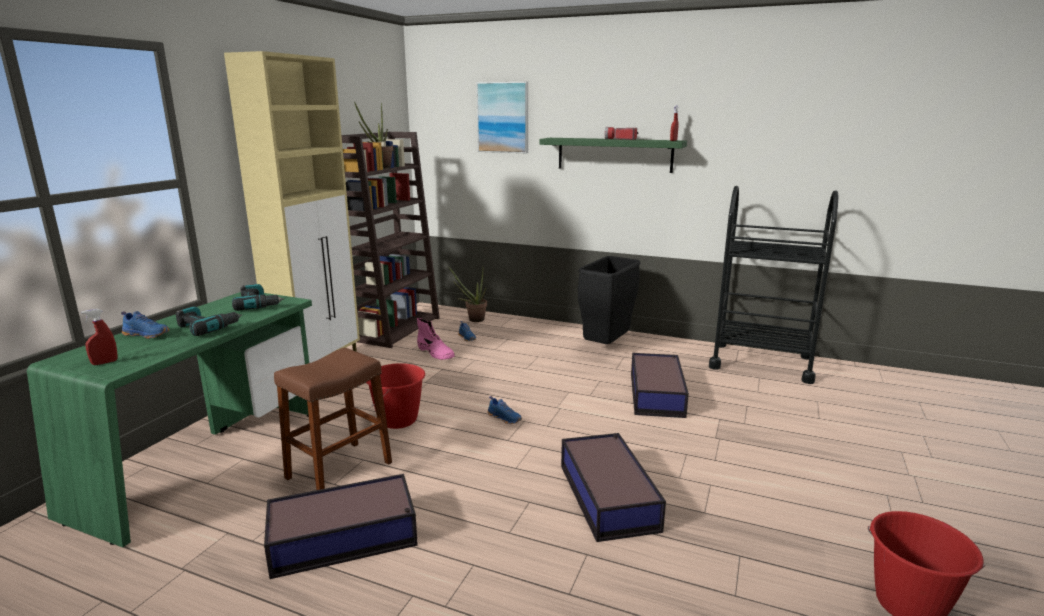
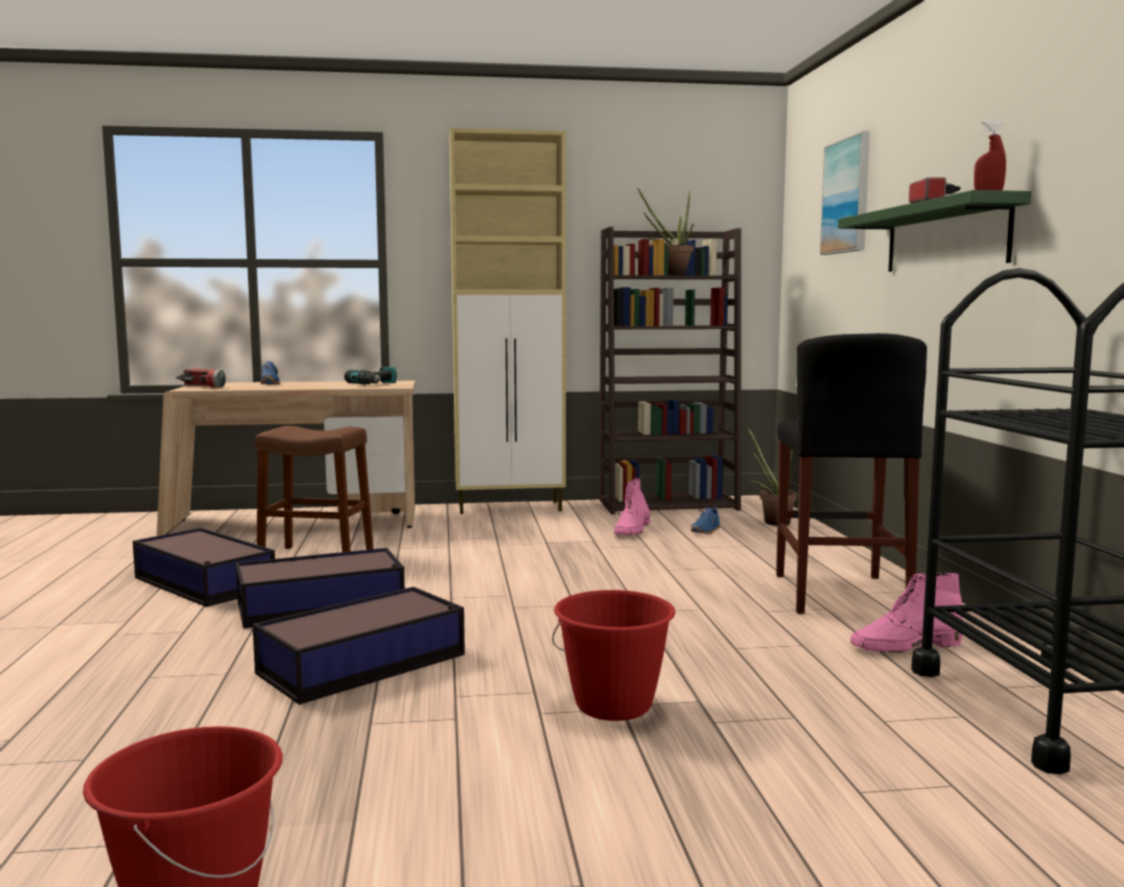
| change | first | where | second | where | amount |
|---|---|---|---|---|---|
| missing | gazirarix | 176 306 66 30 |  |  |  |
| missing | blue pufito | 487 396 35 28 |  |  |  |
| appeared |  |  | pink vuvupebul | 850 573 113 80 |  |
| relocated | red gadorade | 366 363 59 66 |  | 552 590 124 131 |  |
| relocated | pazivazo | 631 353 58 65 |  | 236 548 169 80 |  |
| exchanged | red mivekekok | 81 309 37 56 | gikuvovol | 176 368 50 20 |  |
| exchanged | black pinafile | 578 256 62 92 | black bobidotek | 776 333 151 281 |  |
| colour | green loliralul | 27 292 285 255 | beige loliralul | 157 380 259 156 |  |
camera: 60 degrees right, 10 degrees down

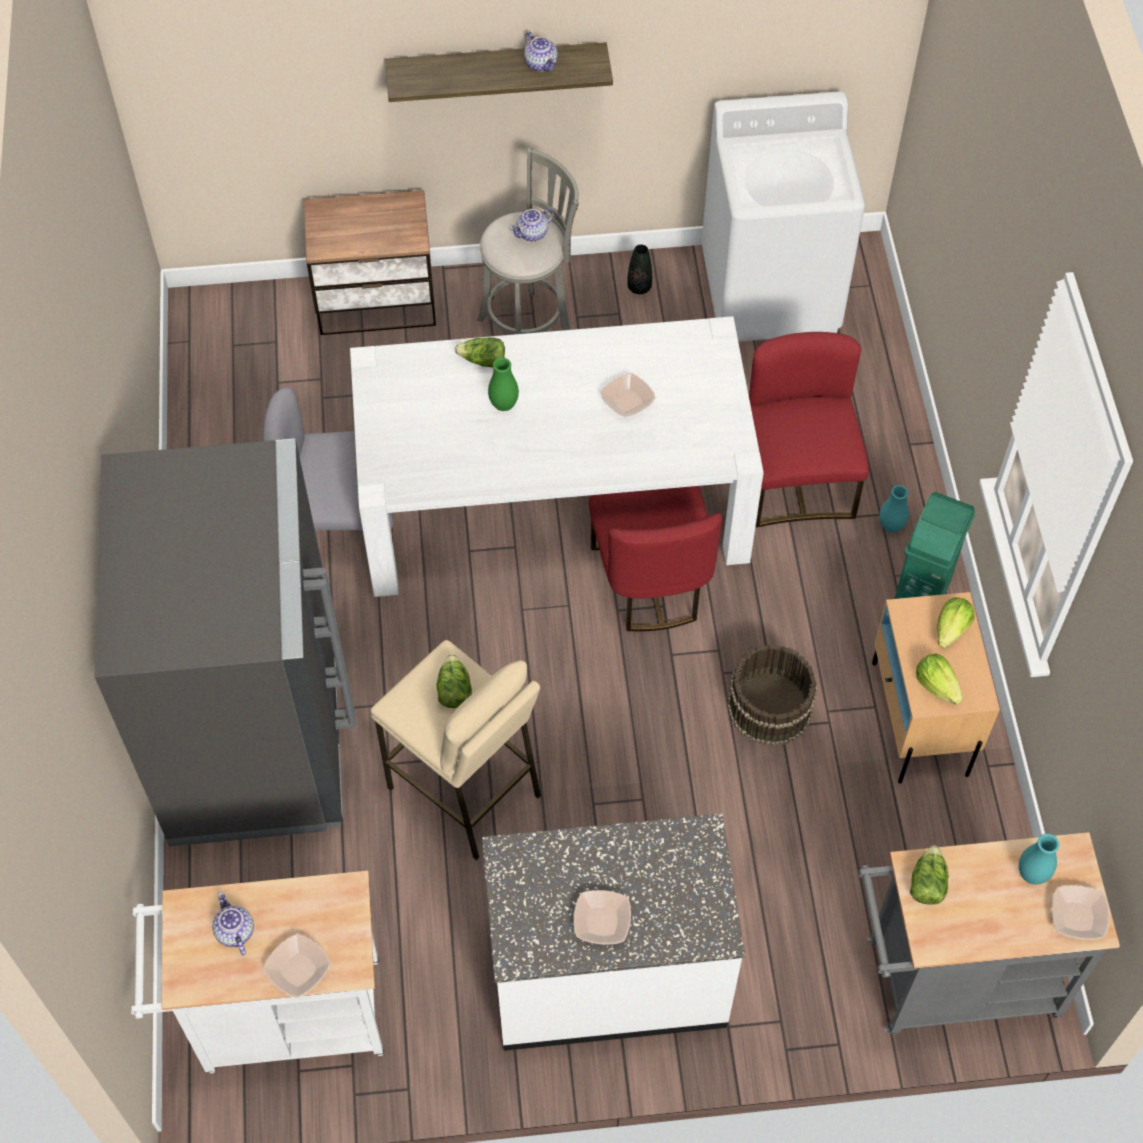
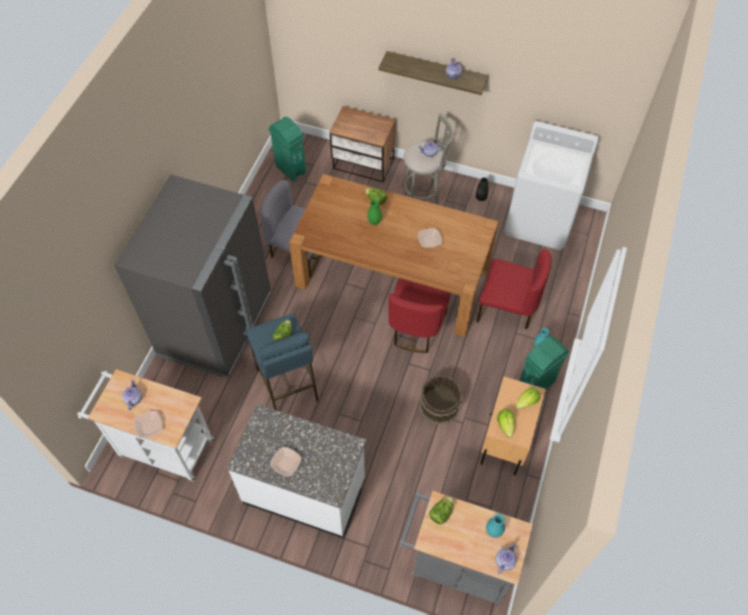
| change | first | where | second | where | amount |
|---|---|---|---|---|---|
| appeared |  |  | green pinafile | 269 117 37 64 |  |
| exchanged | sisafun | 1052 885 58 55 | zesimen | 496 542 21 33 |  |
| colour | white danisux | 350 316 414 281 | brown danisux | 289 174 210 163 |  |
| colour | beige bobidotek | 371 640 170 221 | blue bobidotek | 246 313 73 97 |  |
| spun | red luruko | 749 332 120 196 |  | 476 249 75 80 | 90 degrees clockwise |
camera: 25 degrees right, 0 degrees up

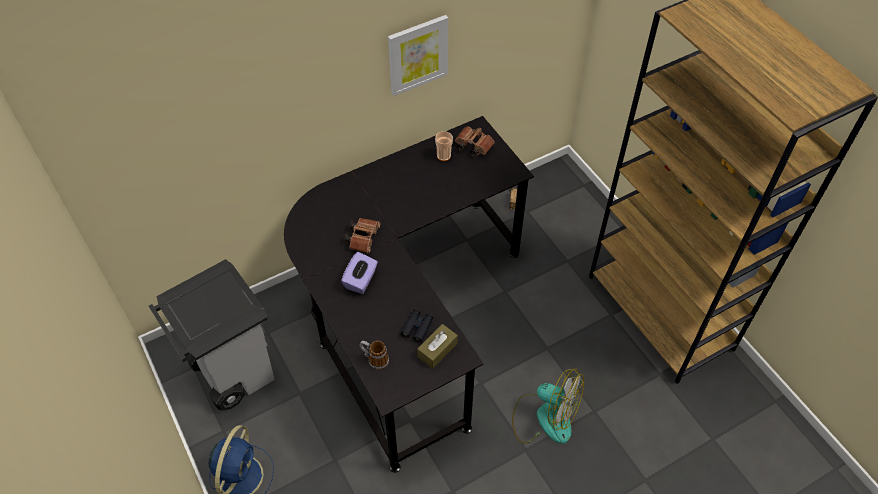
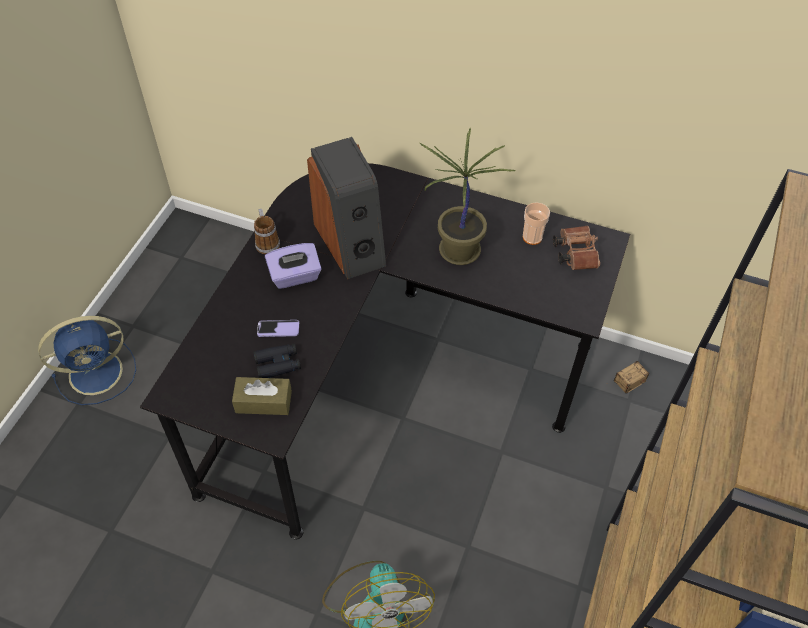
| change | first | where | second | where | amount |
|---|---|---|---|---|---|
| missing | grey pinafile | 149 259 126 151 |  |  |  |
| missing | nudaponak | 388 15 60 81 |  |  |  |
| appeared |  |  | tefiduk | 257 320 42 17 |  |
| appeared |  |  | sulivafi | 420 128 96 137 |  |
| relocated | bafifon | 360 341 29 29 |  | 254 209 26 45 |  |
| exchanged | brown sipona | 344 218 36 35 | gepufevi | 307 137 79 142 |  |
camera: 50 degrees right, 0 degrees up

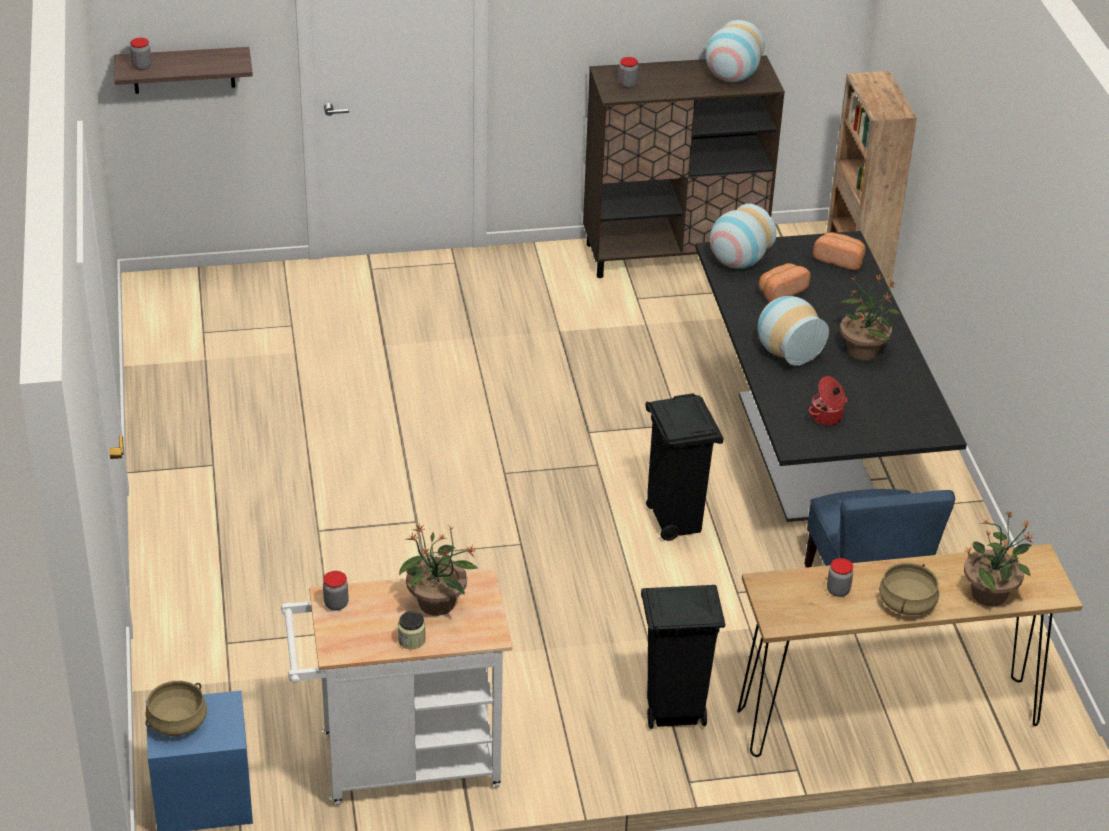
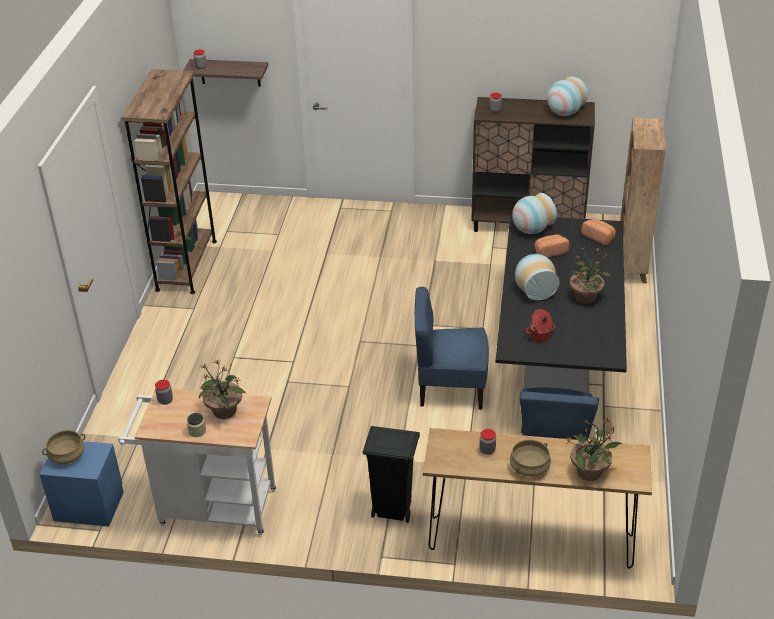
| change | first | where | second | where | amount |
|---|---|---|---|---|---|
| appeared |  |  | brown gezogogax | 122 69 95 225 |  |
| exchanged | black pinafile | 646 393 78 148 | blue luruko | 415 287 74 123 |  |
camera: 20 degrees right, 0 degrees up

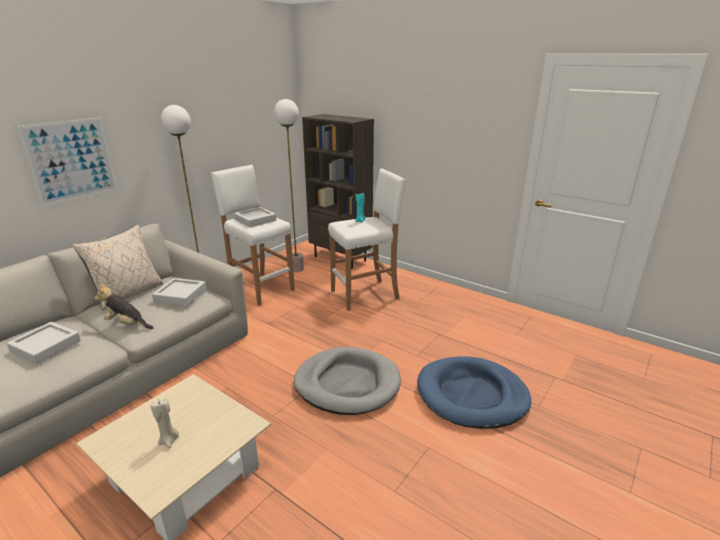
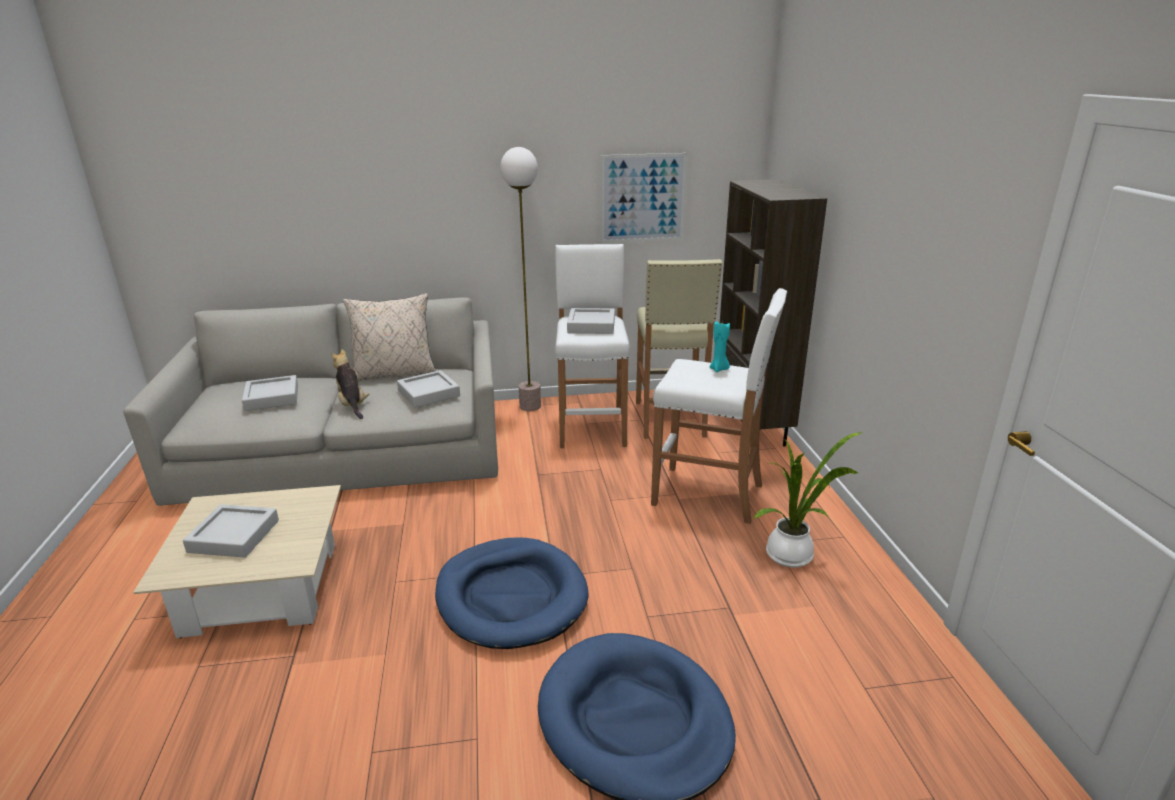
| change | first | where | second | where | amount |
|---|---|---|---|---|---|
| appeared |  |  | sulivafi | 753 432 110 136 |  |
| relocated | nudaponak | 16 118 102 88 |  | 601 153 86 90 |  |
| exchanged | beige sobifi | 150 398 29 50 | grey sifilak | 183 504 96 54 |  |
| exchanged | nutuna | 274 99 30 173 | beige bobidotek | 636 259 86 180 |  |
| colour | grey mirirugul | 294 347 107 68 | blue mirirugul | 435 537 154 112 |  |
camera: 45 degrees right, 0 degrees up

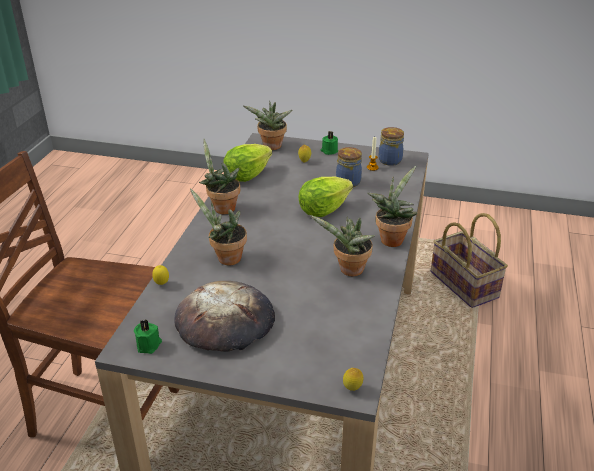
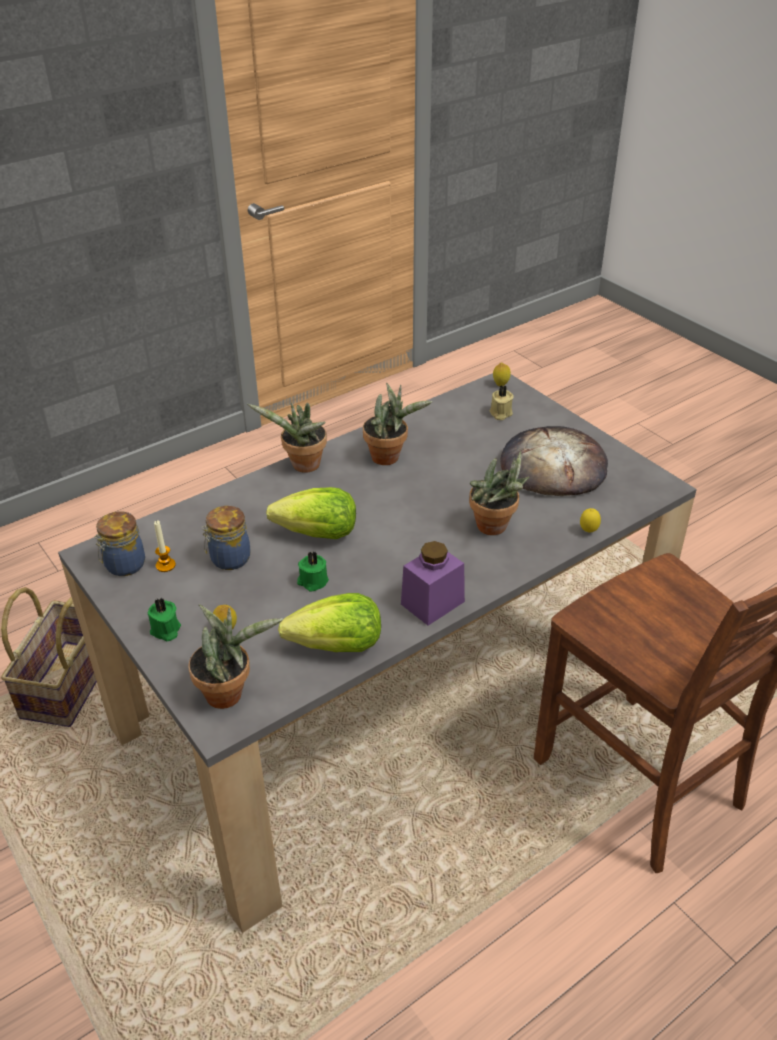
| change | first | where | second | where | amount |
|---|---|---|---|---|---|
| appeared |  |  | beige sobifi | 489 385 25 35 |  |
| relocated | green sobifi | 134 319 28 35 |  | 297 551 32 41 |  |
| exchanged | sulivafi | 199 139 41 75 | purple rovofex | 401 541 64 85 |  |
camera: 140 degrees left, 5 degrees up

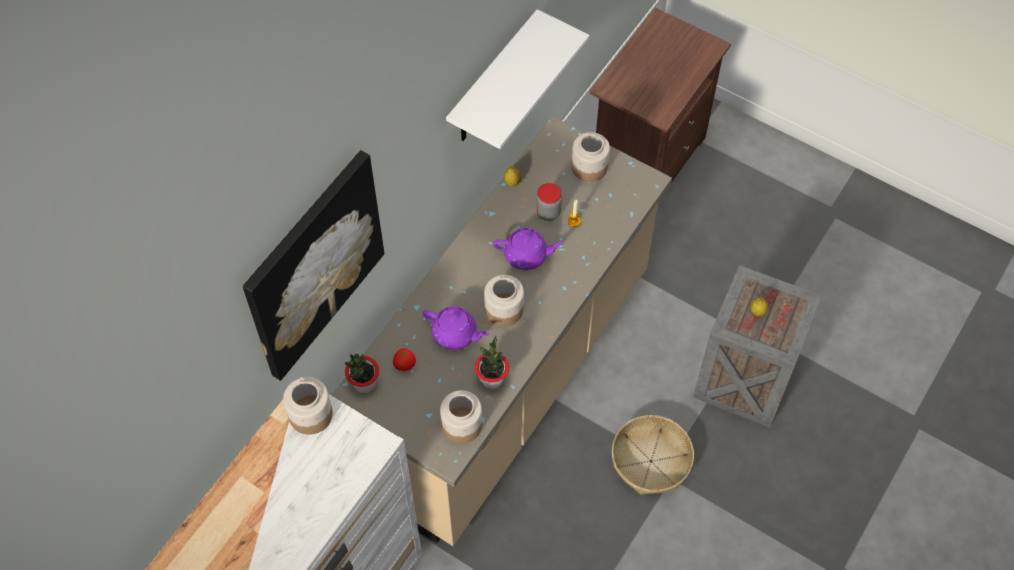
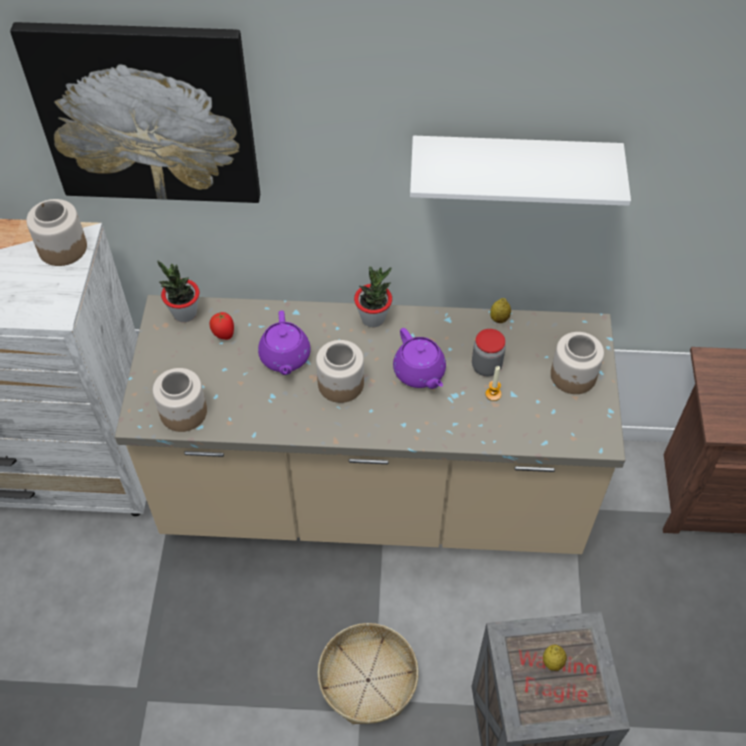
| change | first | where | second | where | amount |
|---|---|---|---|---|---|
| relocated | sulivafi | 475 336 34 53 |  | 354 266 38 61 |  |
camera: 60 degrees right, 5 degrees down

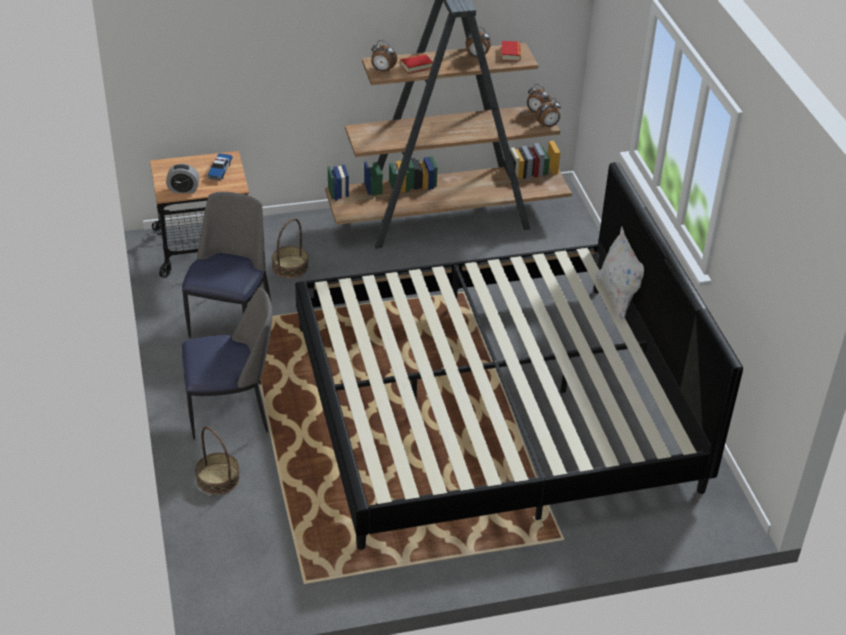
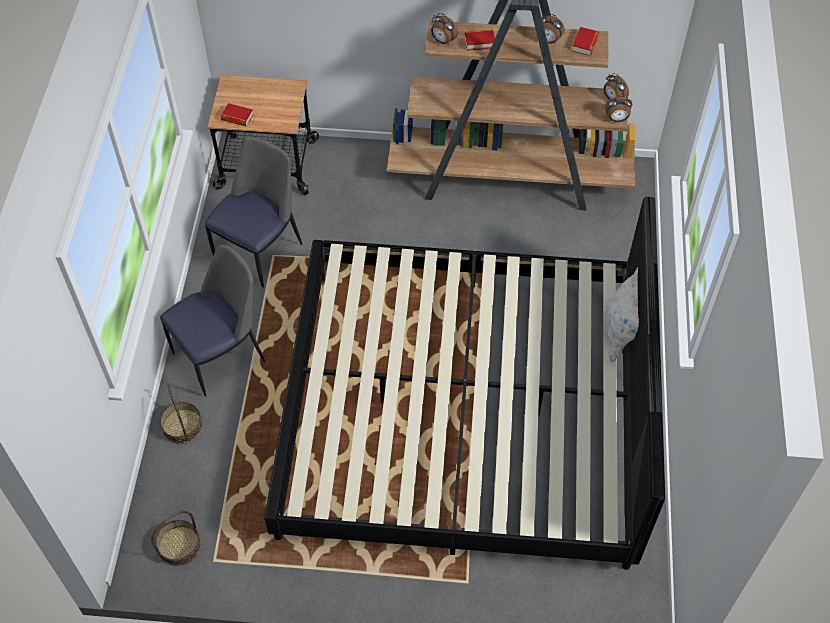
| change | first | where | second | where | amount |
|---|---|---|---|---|---|
| missing | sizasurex | 207 153 26 27 |  |  |  |
| relocated | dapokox | 272 218 37 60 |  | 151 510 50 56 |  |
| exchanged | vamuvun | 166 164 33 30 | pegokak | 221 103 32 23 |  |
| spun | luruko | 182 287 90 153 |  | 160 244 105 153 | 45 degrees counterclockwise |
camera: 20 degrees right, 15 degrees up

